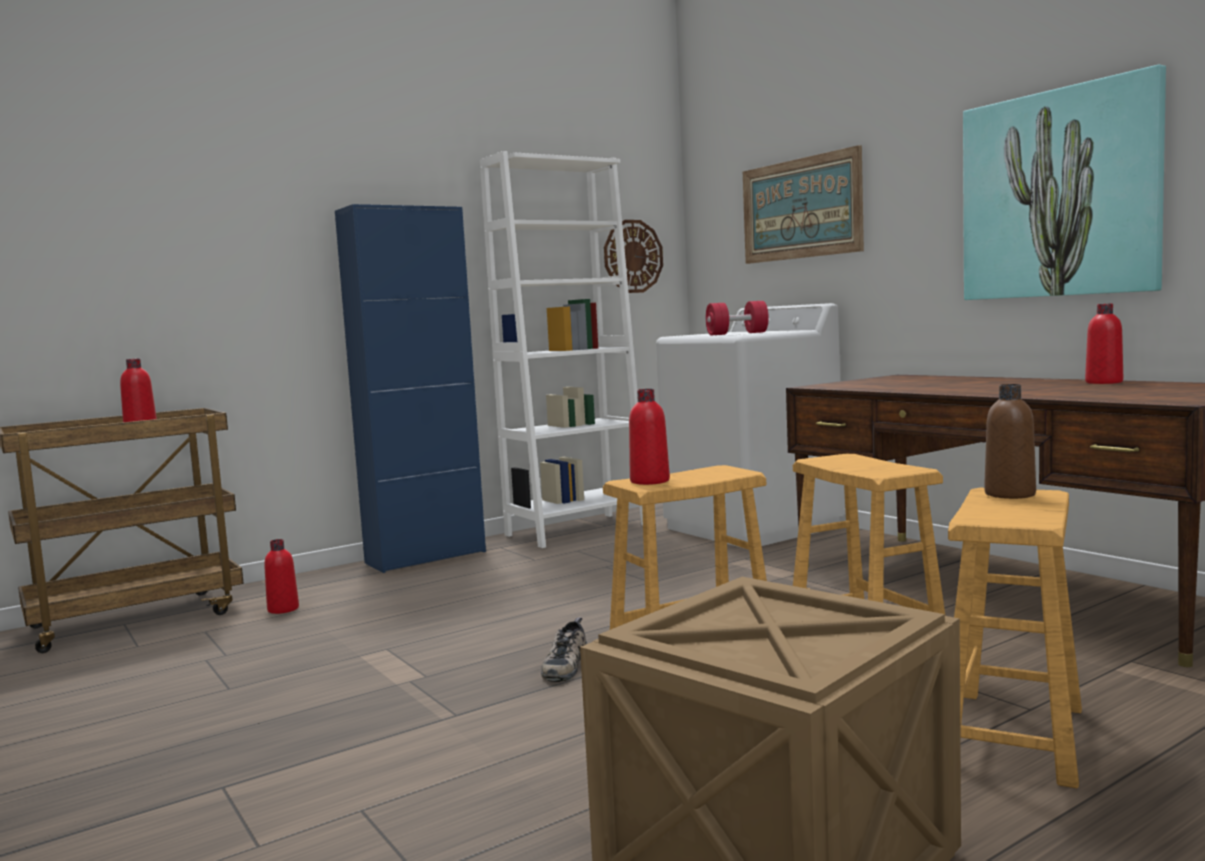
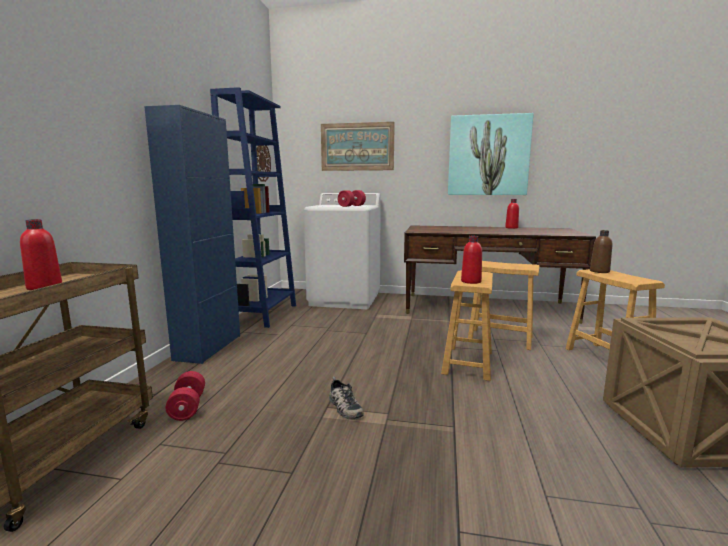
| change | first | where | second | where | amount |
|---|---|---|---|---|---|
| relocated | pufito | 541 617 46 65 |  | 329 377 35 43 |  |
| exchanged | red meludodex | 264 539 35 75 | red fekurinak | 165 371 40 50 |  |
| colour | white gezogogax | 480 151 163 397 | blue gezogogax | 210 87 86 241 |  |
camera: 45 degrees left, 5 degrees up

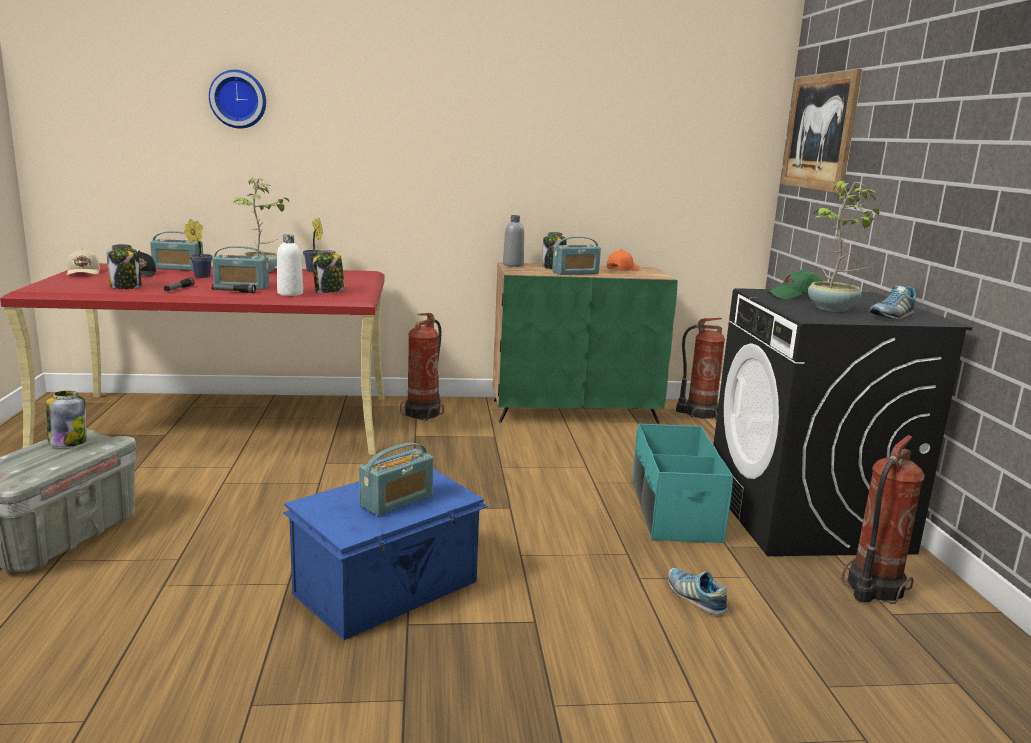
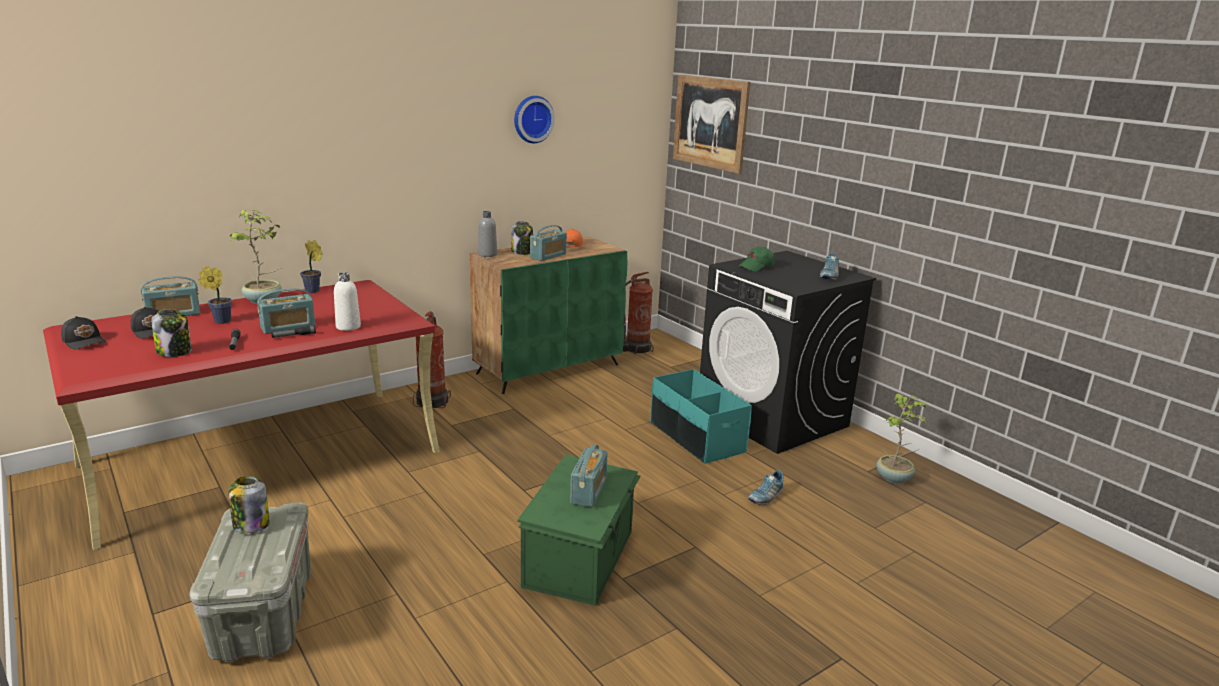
| change | first | where | second | where | amount |
|---|---|---|---|---|---|
| missing | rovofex | 312 250 33 43 |  |  |  |
| missing | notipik | 842 436 83 168 |  |  |  |
| relocated | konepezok | 209 70 57 59 |  | 514 96 41 47 |  |
| relocated | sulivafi | 808 181 71 131 |  | 876 393 52 91 |  |
| colour | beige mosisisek | 67 249 33 26 | black mosisisek | 61 316 45 33 |  |
| colour | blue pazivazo | 283 469 205 171 | green pazivazo | 517 455 123 151 |  |
| spun | pufito | 668 568 60 46 |  | 748 470 36 35 | 75 degrees counterclockwise |
camera: 30 degrees left, 5 degrees up

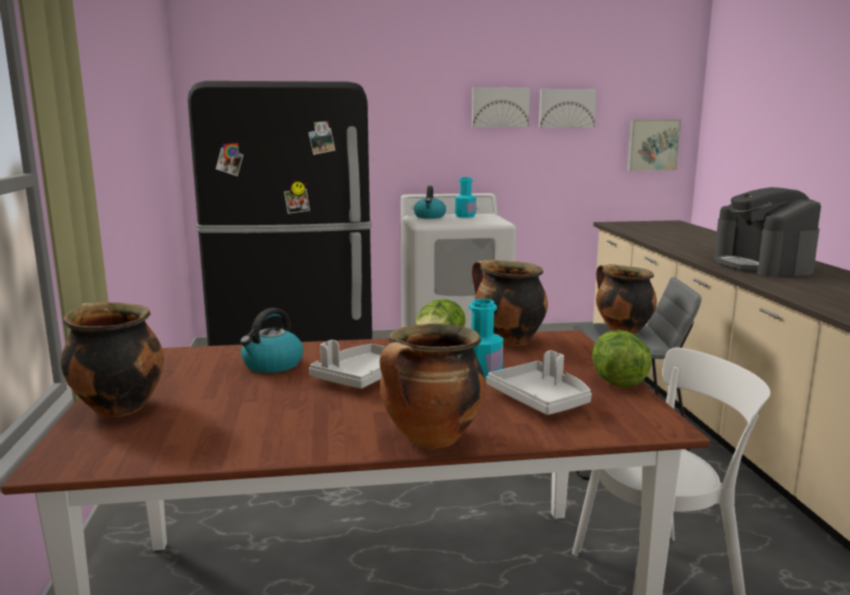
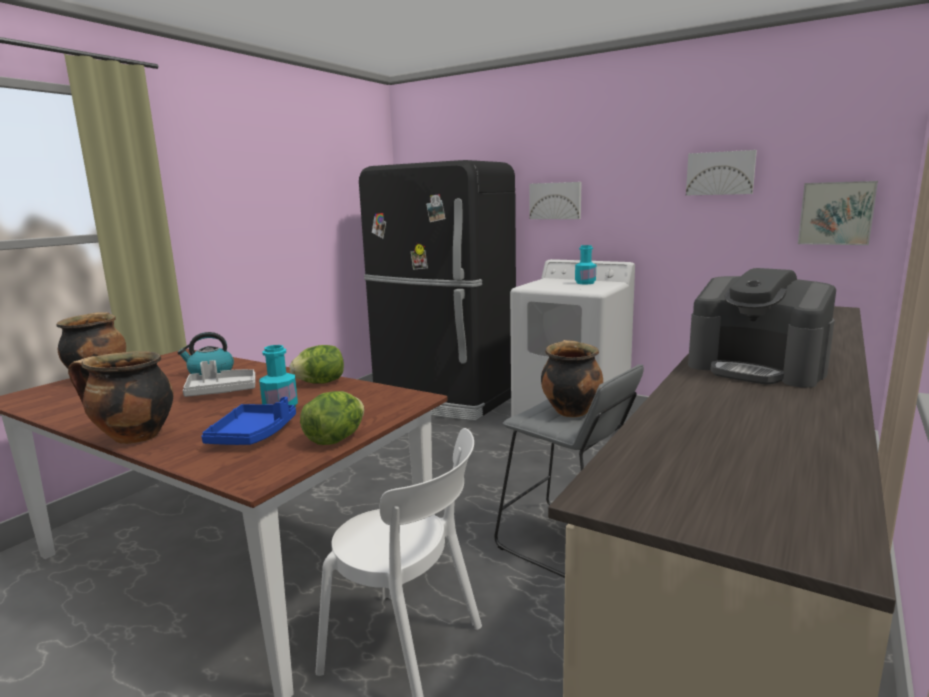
| change | first | where | second | where | amount |
|---|---|---|---|---|---|
| missing | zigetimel | 414 186 32 33 |  |  |  |
| missing | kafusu | 472 260 76 86 |  |  |  |
| relocated | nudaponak | 472 87 58 40 |  | 529 182 53 37 |  |
| colour | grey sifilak | 487 350 105 65 | blue sifilak | 201 397 95 48 |  |
| spun | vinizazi | 714 187 107 90 |  | 688 268 148 120 | 75 degrees counterclockwise |
camera: 40 degrees right, 0 degrees up

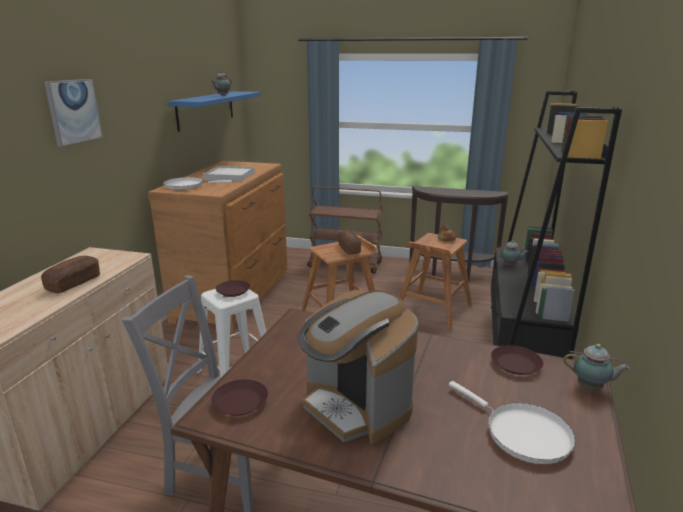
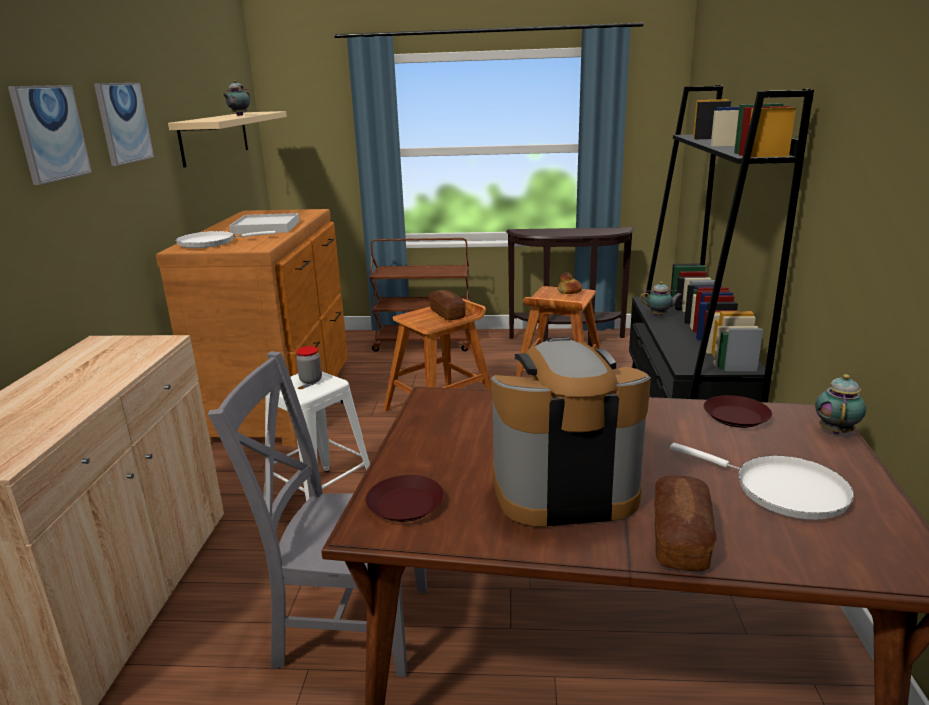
| change | first | where | second | where | amount |
|---|---|---|---|---|---|
| appeared |  |  | nudaponak | 94 83 60 83 |  |
| relocated | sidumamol | 41 256 59 37 |  | 654 475 63 96 |  |
| exchanged | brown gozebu | 216 280 34 17 | rovofex | 296 346 26 38 |  |
| colour | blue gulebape | 168 91 93 40 | beige gulebape | 168 111 119 56 |  |
| spun | vinizazi | 298 290 120 154 |  | 491 337 160 190 | 135 degrees clockwise |
| spun | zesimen | 563 344 67 46 |  | 815 374 51 60 | 75 degrees counterclockwise |
camera: 10 degrees left, 0 degrees up

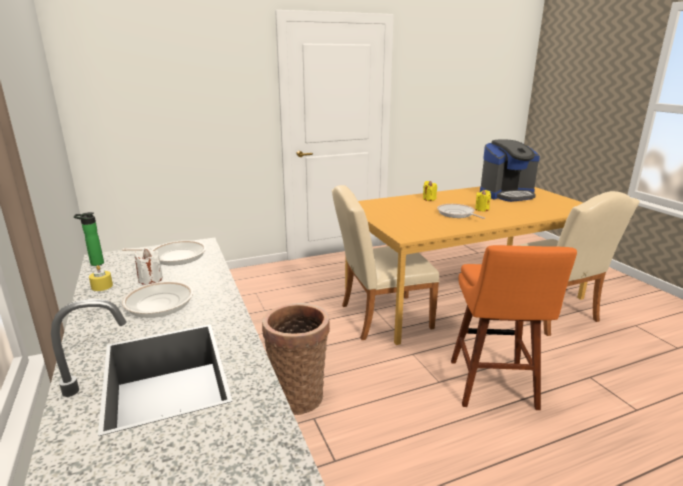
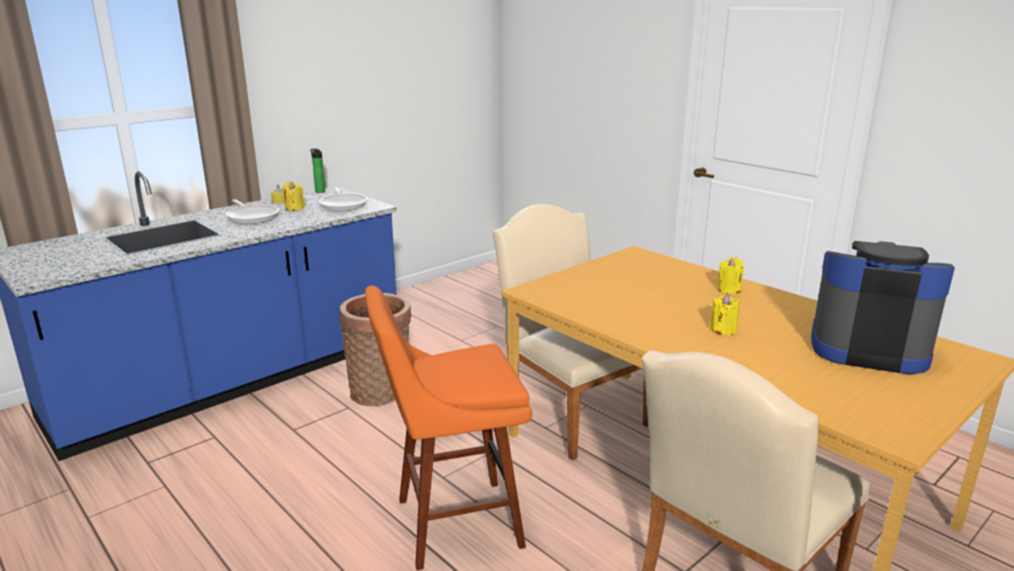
| change | first | where | second | where | amount |
|---|---|---|---|---|---|
| missing | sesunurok | 437 204 48 15 |  |  |  |
| colour | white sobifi | 134 249 29 36 | yellow sobifi | 282 182 23 29 |  |
| spun | vinizazi | 480 139 60 63 |  | 811 241 144 133 | 150 degrees clockwise |
camera: 70 degrees right, 0 degrees up

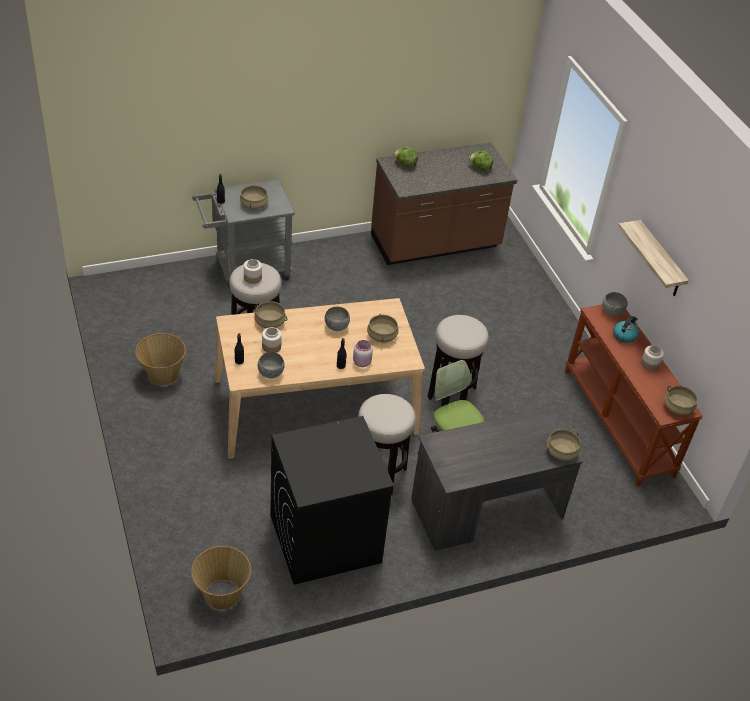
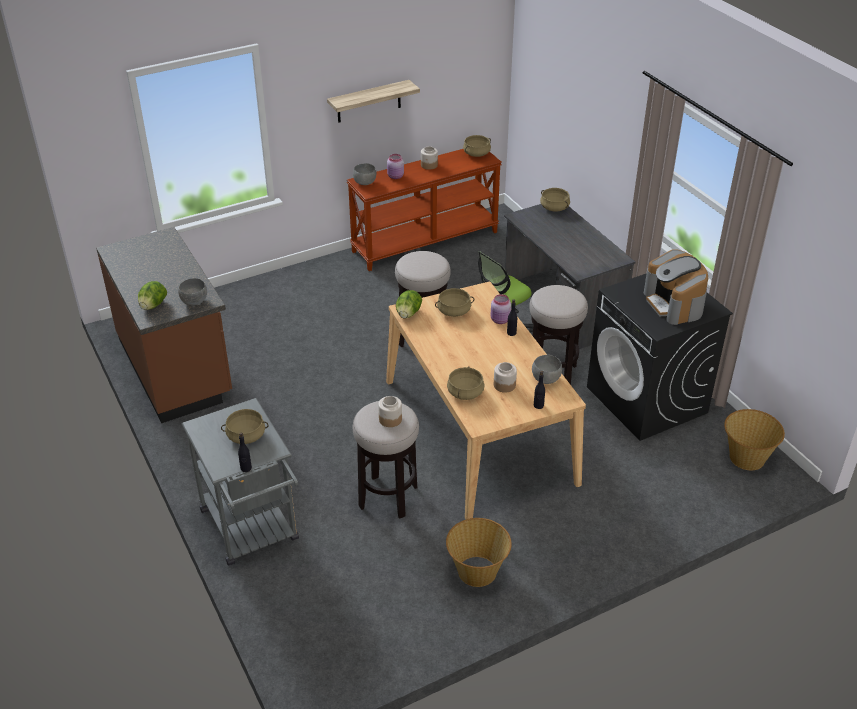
| change | first | where | second | where | amount |
|---|---|---|---|---|---|
| appeared |  |  | vinizazi | 644 249 64 76 |  |
| relocated | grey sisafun | 325 307 25 24 |  | 178 278 29 27 |  |
| relocated | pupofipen | 469 151 24 20 |  | 396 290 26 29 |  |
| exchanged | zigetimel | 613 316 26 27 | pink rovofex | 387 154 17 25 |  |
camera: 95 degrees left, 5 degrees down

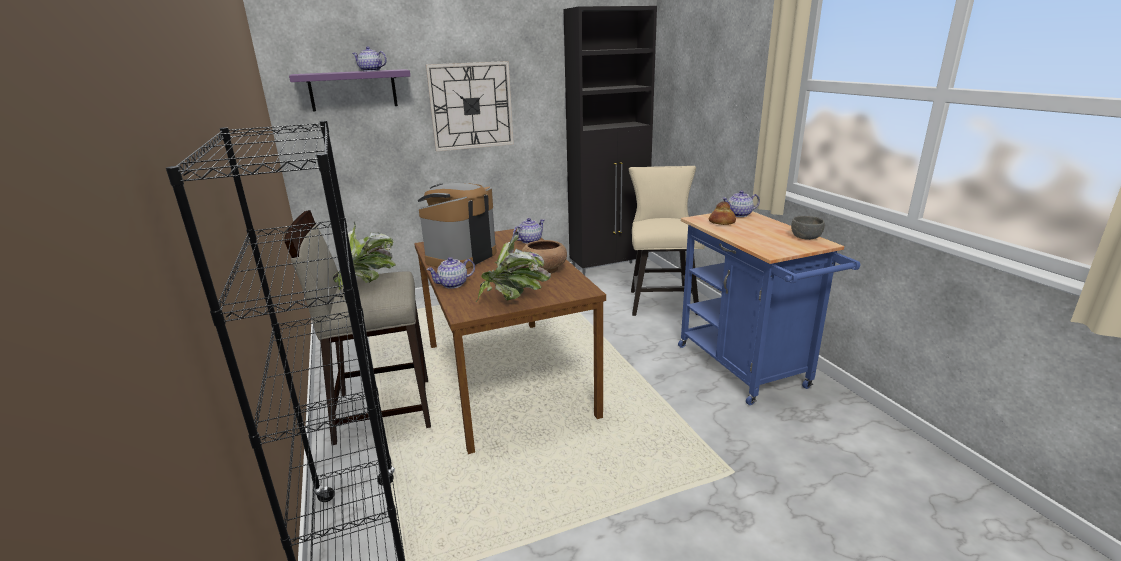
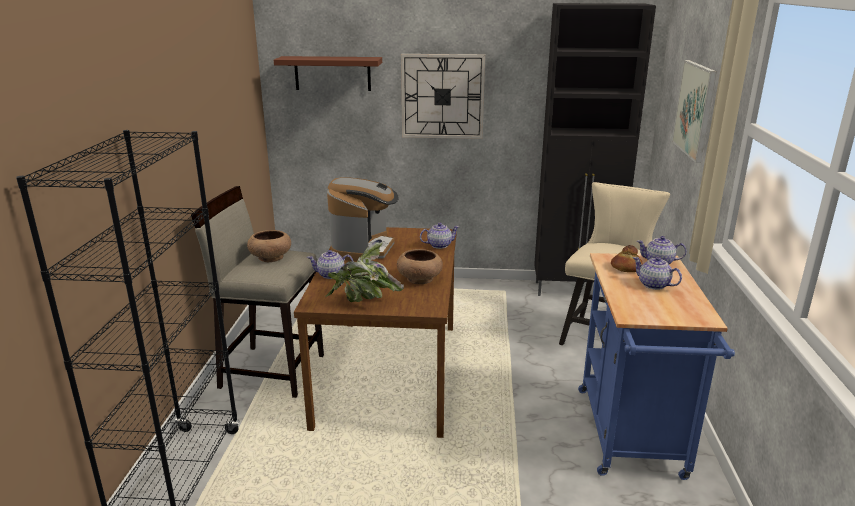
| change | first | where | second | where | amount |
|---|---|---|---|---|---|
| missing | grey sisafun | 791 216 34 24 |  |  |  |
| appeared |  |  | nudaponak | 672 60 45 103 |  |
| relocated | zesimen | 352 47 35 24 |  | 633 257 49 33 |  |
| exchanged | sulivafi | 333 222 63 68 | brown sisafun | 247 230 44 32 |  |
| colour | purple gulebape | 289 69 121 42 | brown gulebape | 274 56 108 35 |  |
| spun | vinizazi | 418 183 79 86 |  | 327 177 72 85 | 135 degrees clockwise |
camera: 25 degrees right, 0 degrees up

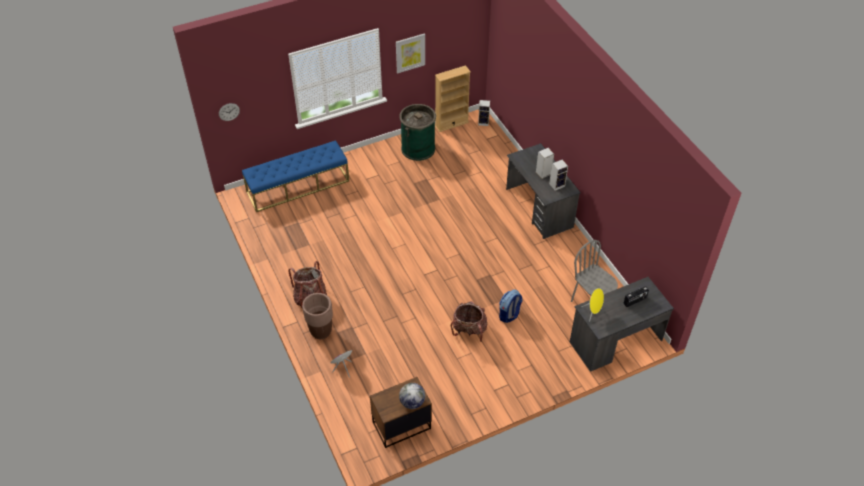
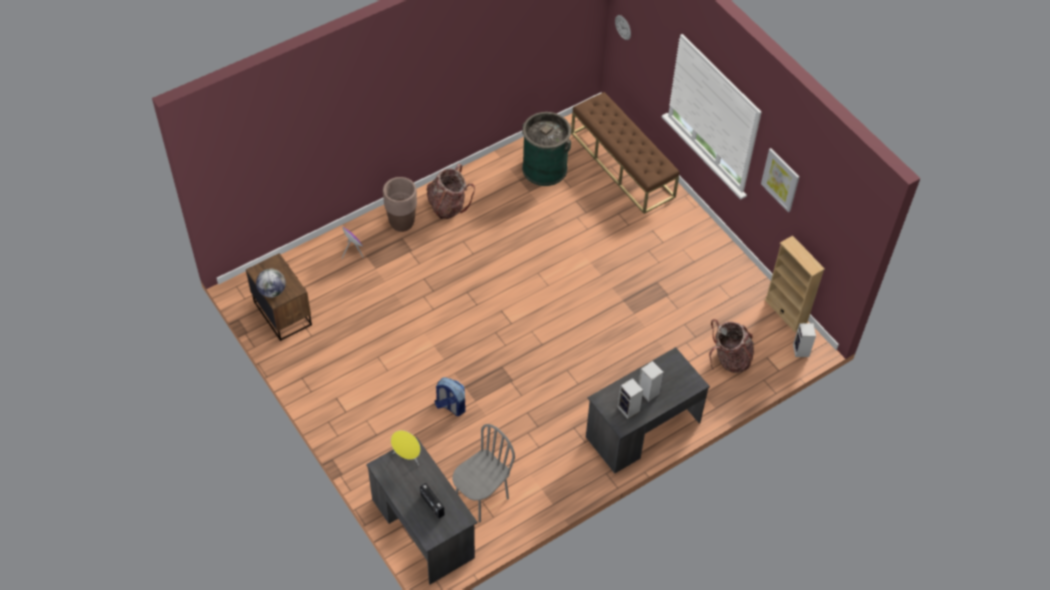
| change | first | where | second | where | amount |
|---|---|---|---|---|---|
| relocated | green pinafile | 399 104 37 57 |  | 522 112 49 74 |  |
| relocated | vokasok | 451 301 36 41 |  | 709 319 45 54 |  |
| colour | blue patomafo | 242 140 107 72 | brown patomafo | 571 92 109 122 |  |
camera: 80 degrees right, 5 degrees up

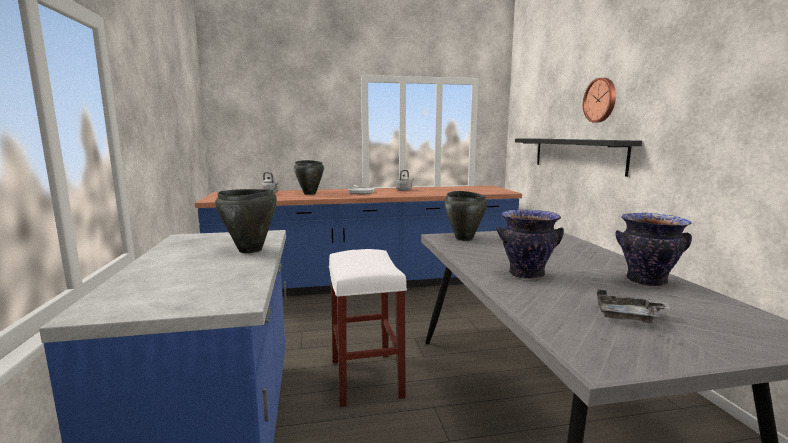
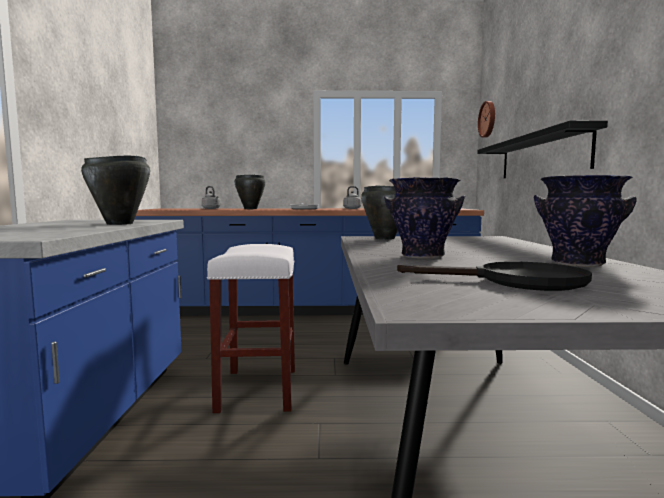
| change | first | where | second | where | amount |
|---|---|---|---|---|---|
| relocated | konepezok | 583 78 33 45 |  | 478 101 17 36 |  |
| exchanged | grey sifilak | 597 290 74 34 | black sesunurok | 397 262 195 29 |  |
camera: 10 degrees right, 5 degrees down

